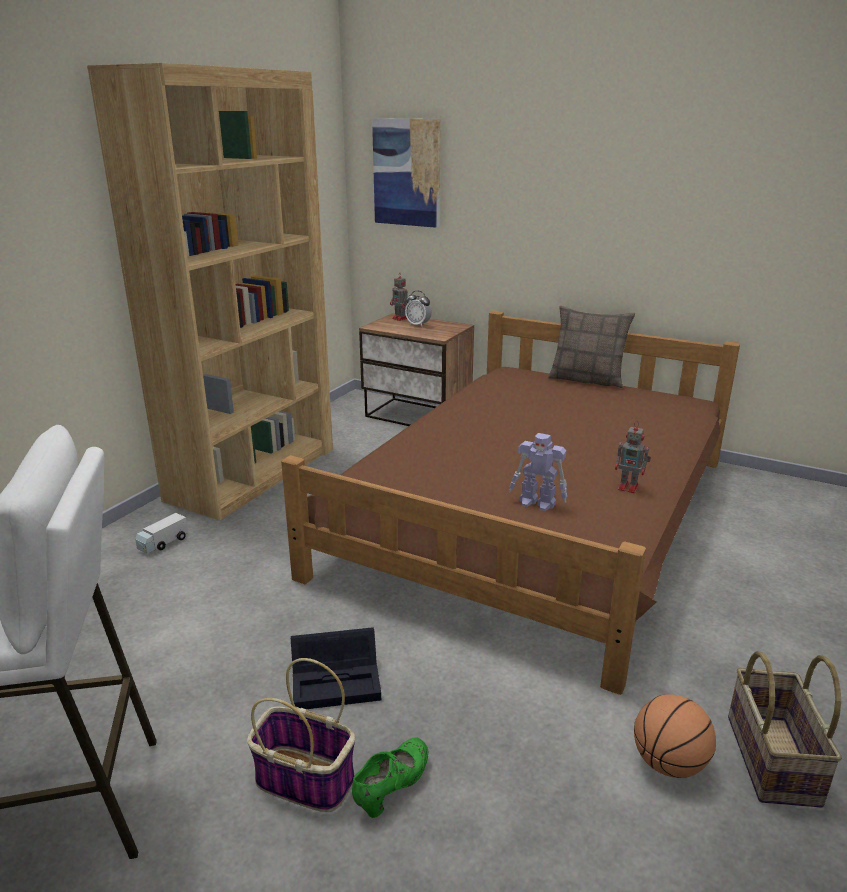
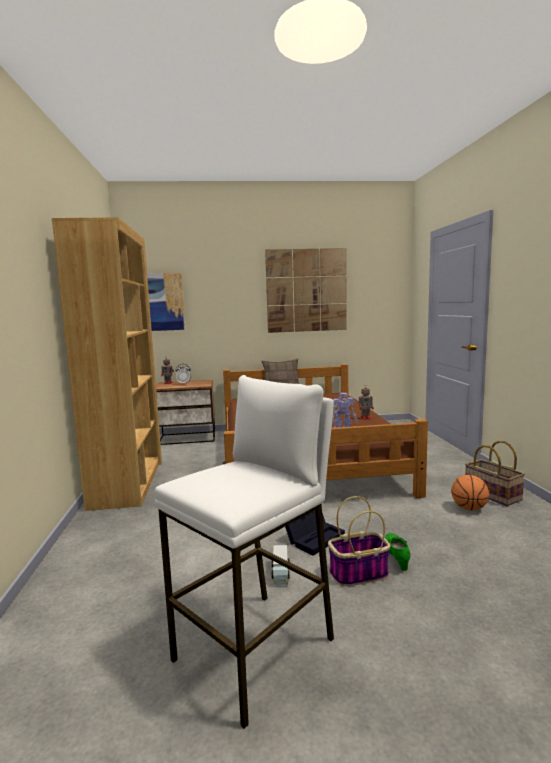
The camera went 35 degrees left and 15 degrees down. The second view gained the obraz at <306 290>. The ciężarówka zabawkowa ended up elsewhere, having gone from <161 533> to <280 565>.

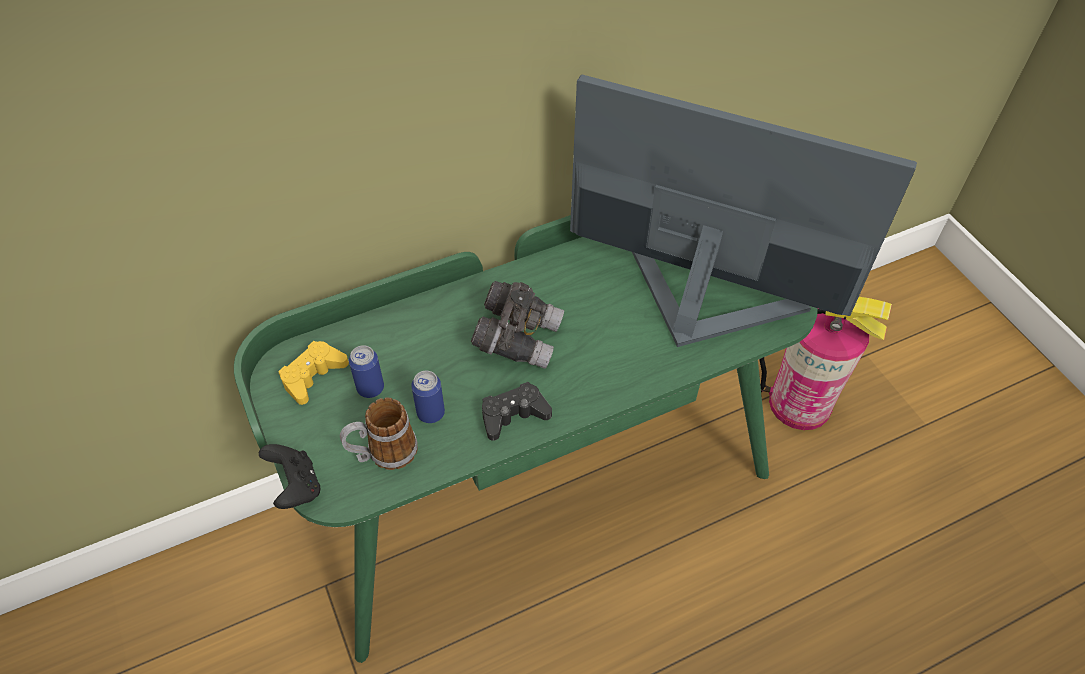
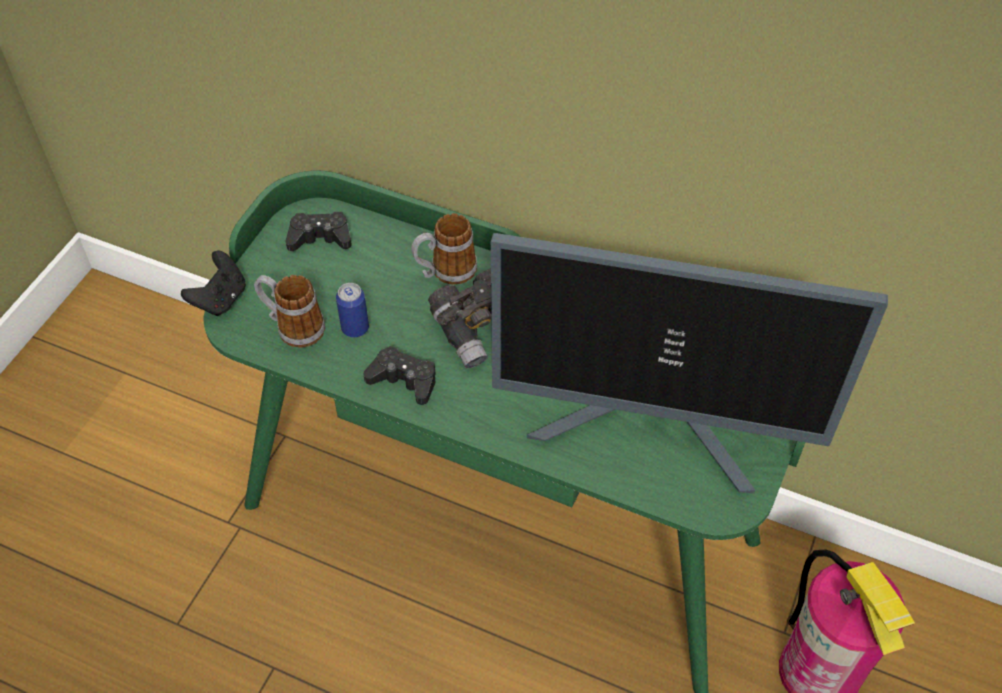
The camera went 50 degrees right and 0 degrees up. What was the pad do gier (żółty) at <314 373> turned into the pad do gier (czarny) at <319 231>. The second view gained the kubek at <444 249>. The monitor at <743 211> ended up facing another way, 120 degrees clockwise from before. The second view lost the puszka at <366 371>.

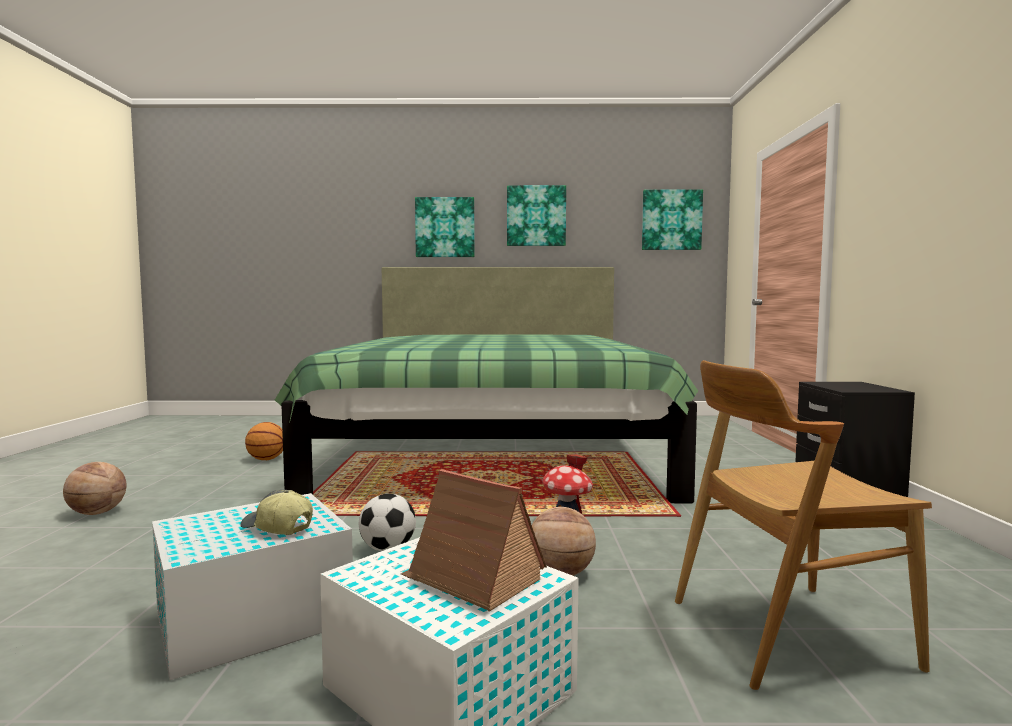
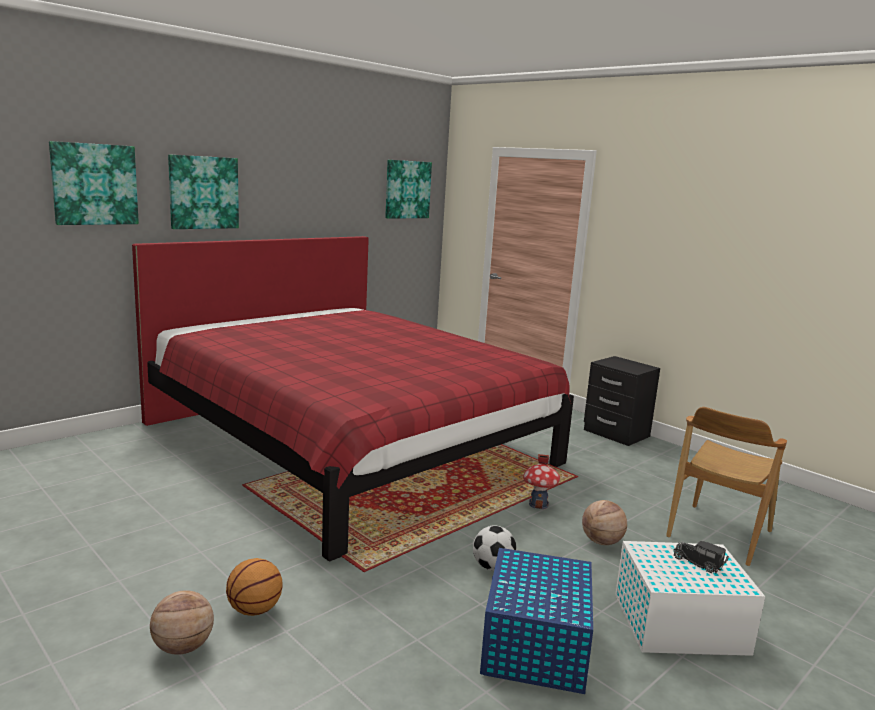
The camera went 45 degrees left and 10 degrees up. The obraz ended up elsewhere, having gone from <536 215> to <94 183>. What was the łóżko (zielony) at <486 385> turned into the łóżko (czerwony) at <353 399>. The piłka do koszykówki ended up elsewhere, having gone from <264 441> to <254 587>. What was the pojemnik do przechowywania (biały) at <252 586> turned into the pojemnik do przechowywania (niebieski) at <536 621>. Where the domek stood at <474 540>, the ciężarówka zabawkowa came to stand at <701 557>. The second view lost the czapka z daszkiem at <276 512>.

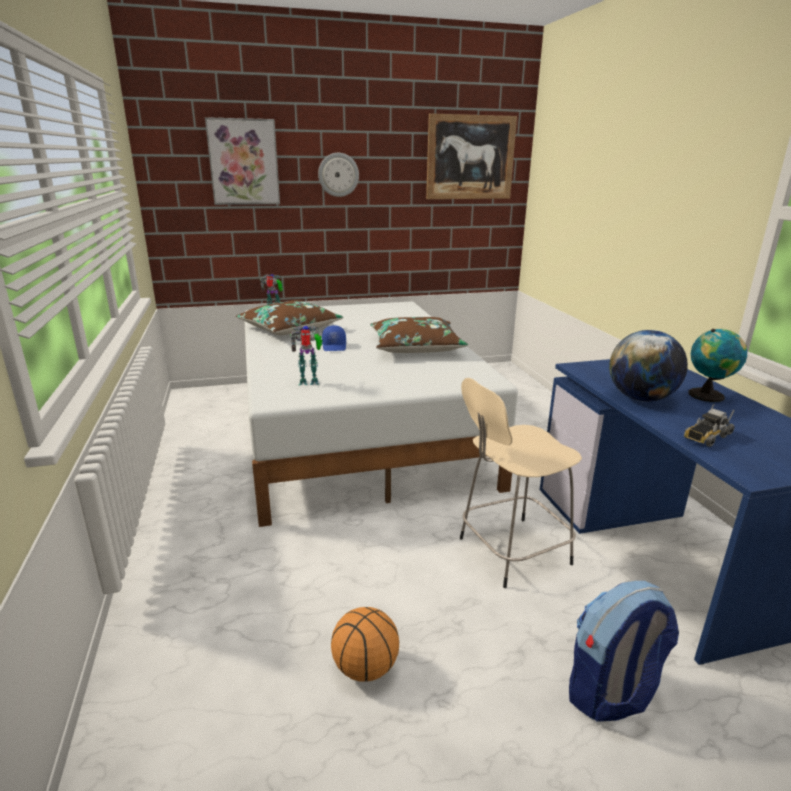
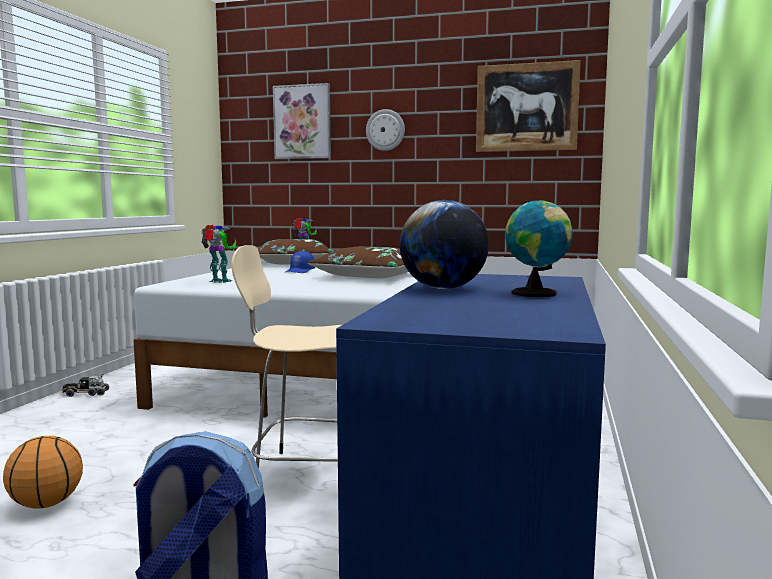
The camera went 30 degrees right and 15 degrees down. The ciężarówka zabawkowa ended up elsewhere, having gone from <709 425> to <85 385>.

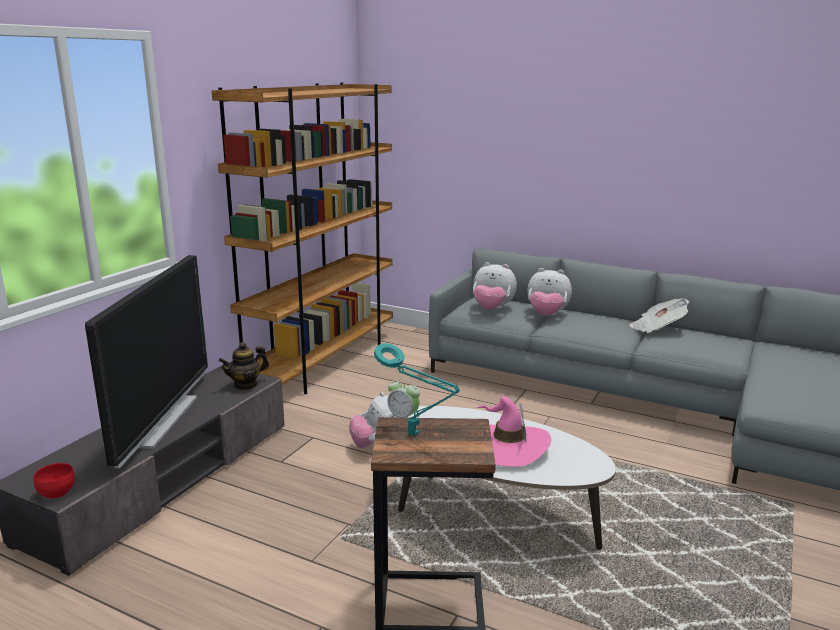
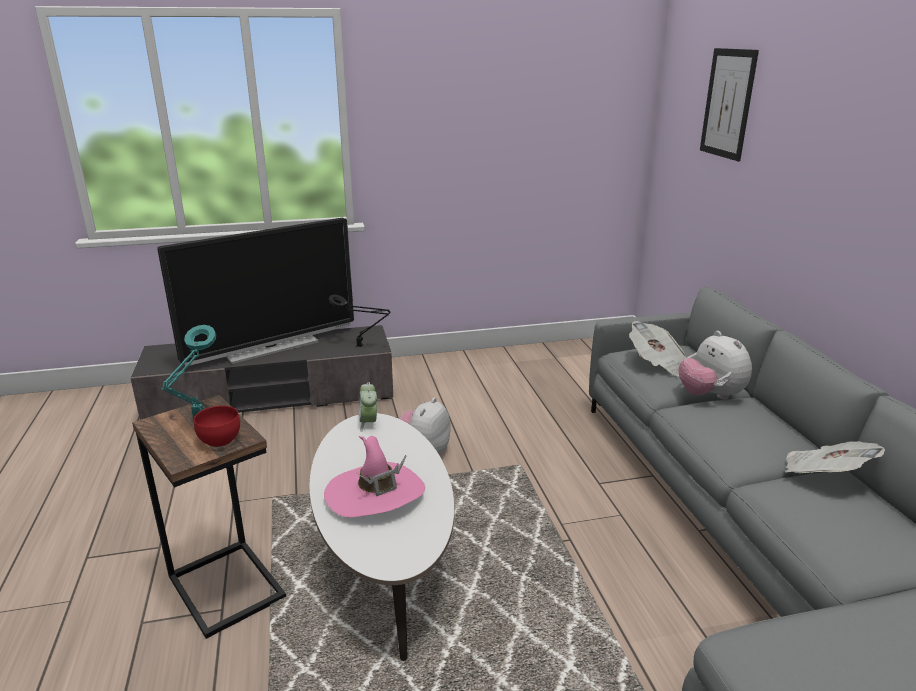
The camera went 50 degrees right and 5 degrees up. The miska (czerwony) ended up elsewhere, having gone from <54 481> to <217 426>. Where the imbryk stood at <244 366>, the lampa stołowa (czarny) came to stand at <359 321>. Where the pluszak stood at <495 285>, the gazeta came to stand at <658 349>. The second view gained the obraz at <729 105>. The second view lost the regał (brązowy) at <302 238>.

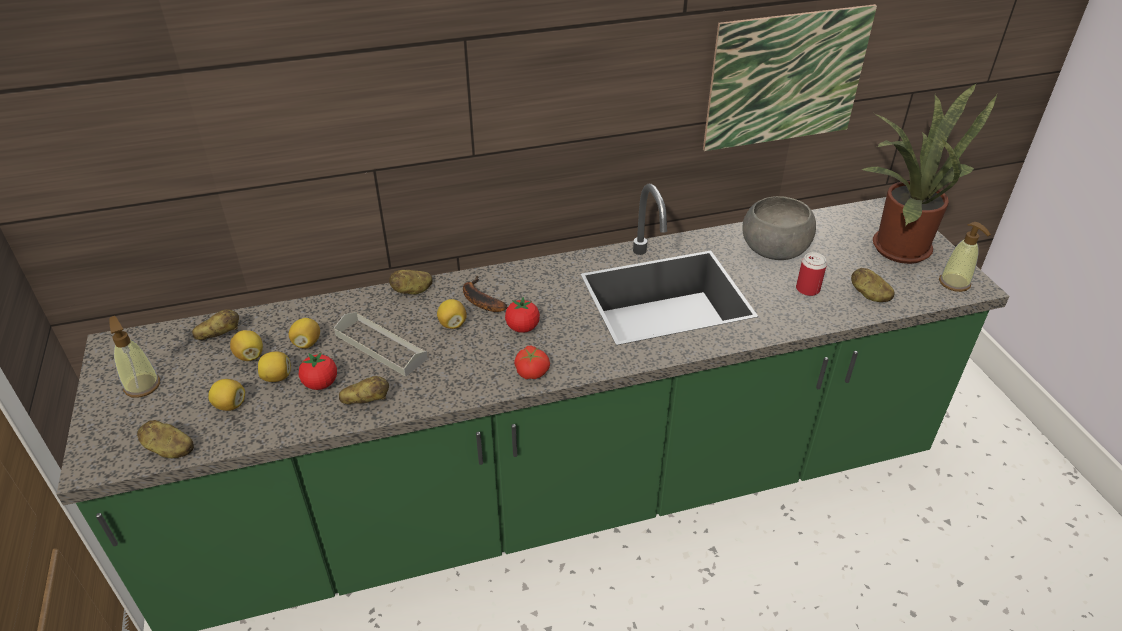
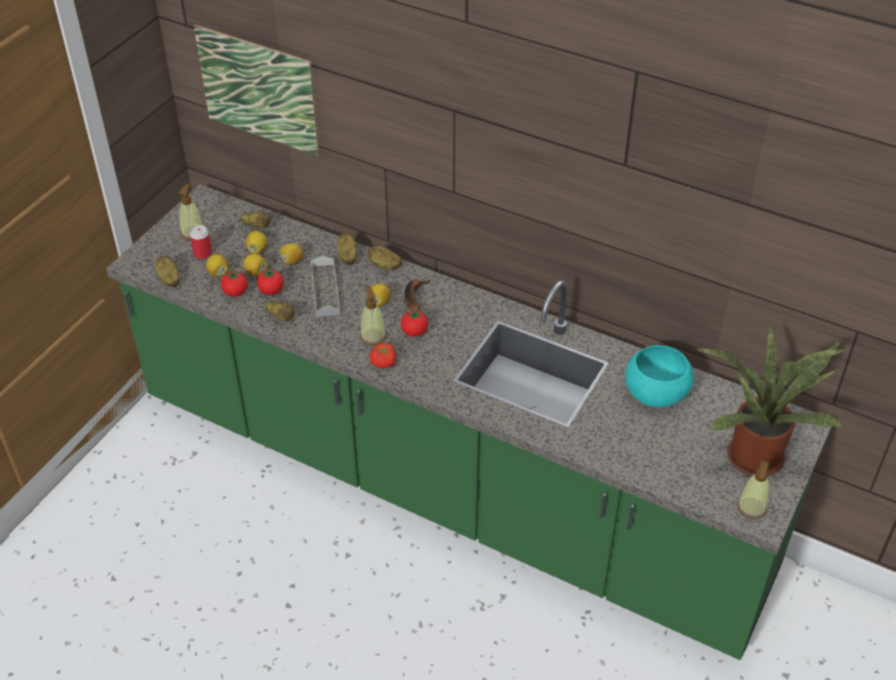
The camera went 45 degrees right and 5 degrees up. The puszka ended up elsewhere, having gone from <811 274> to <201 242>. The obraz ended up elsewhere, having gone from <790 77> to <257 90>. The second view gained the pomidor at <234 283>. The ziemniak ended up elsewhere, having gone from <872 285> to <347 249>. The second view gained the dozownik mydła at <373 315>. What was the miska (szary) at <779 228> turned into the miska (turkusowy) at <659 376>.

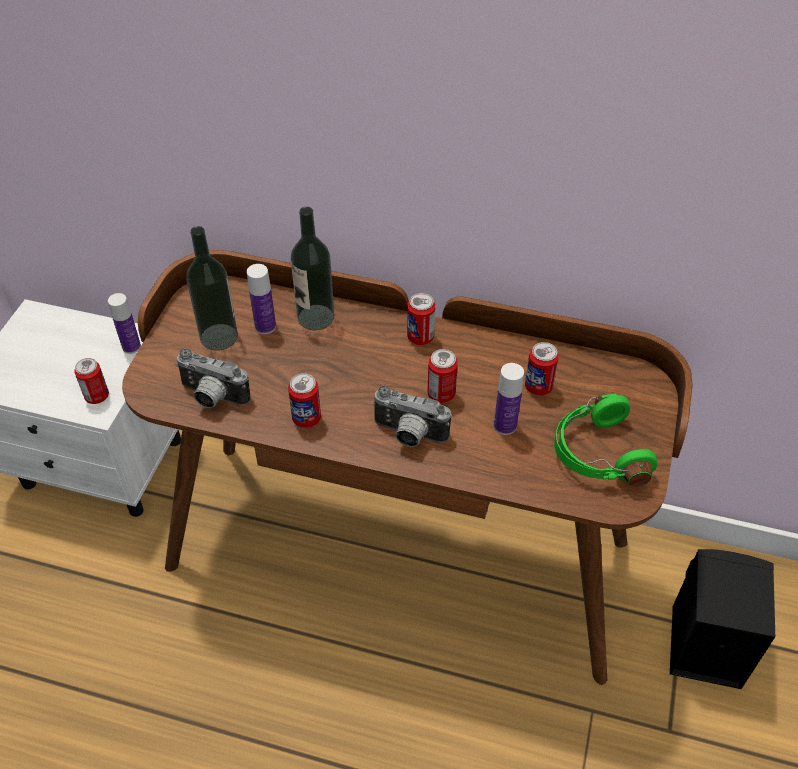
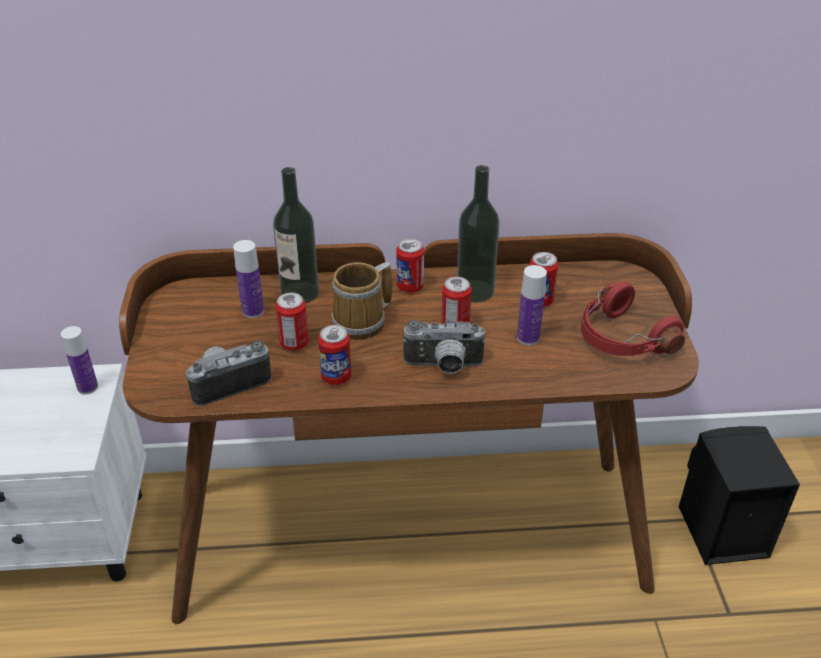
The camera went 20 degrees left and 10 degrees down. The aparat fotograficzny at <213 378> ended up facing another way, 150 degrees clockwise from before. The puszka ended up elsewhere, having gone from <91 381> to <292 321>. The second view gained the kubek at <362 301>. The butelka ended up elsewhere, having gone from <212 288> to <478 233>. What was the słuchawki (zielony) at <605 439> turned into the słuchawki (czerwony) at <633 318>.

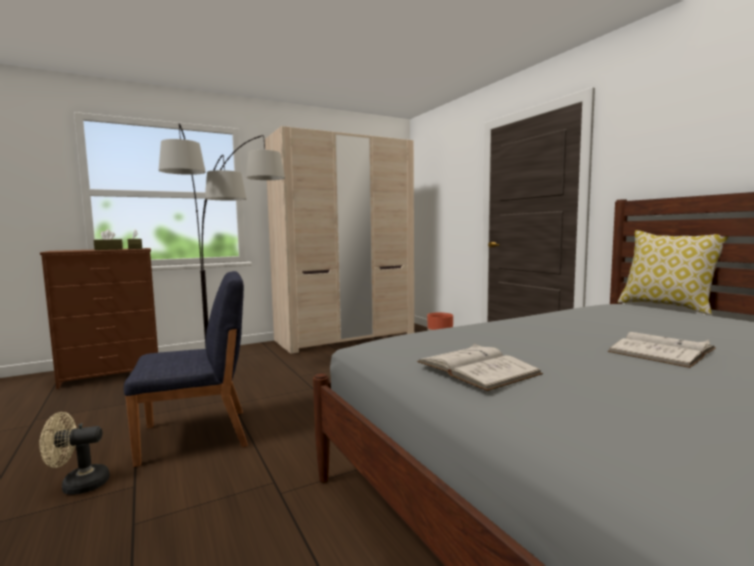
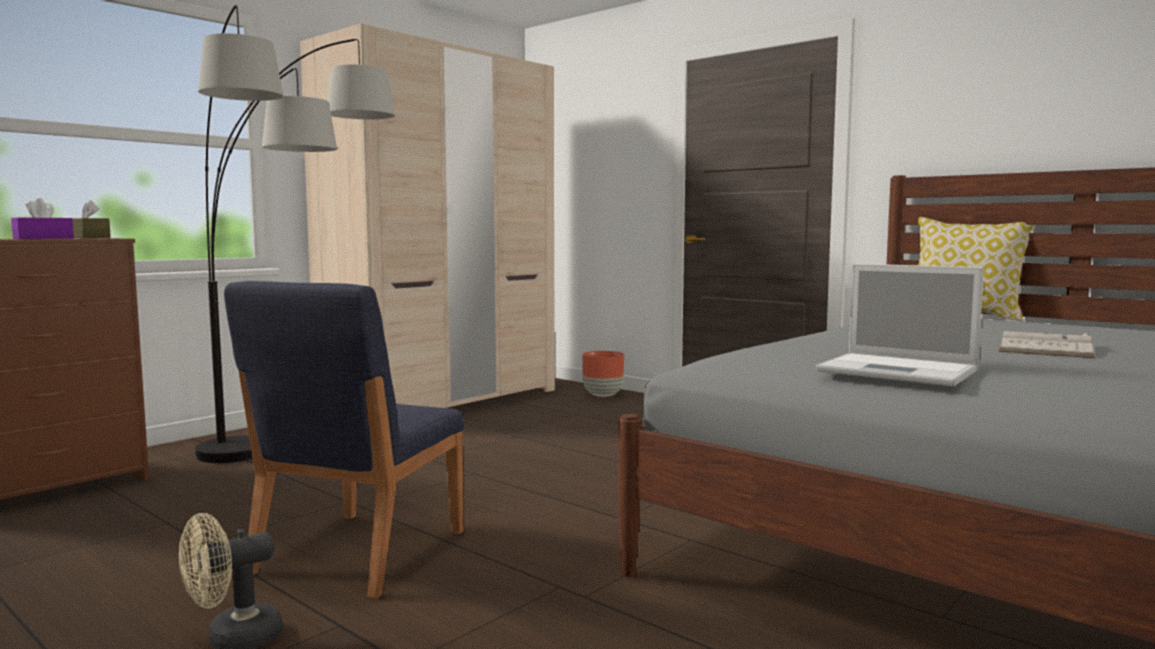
The camera went 20 degrees left and 0 degrees up. What was the pudełko chusteczek (brązowy) at <108 240> turned into the pudełko chusteczek (fioletowy) at <42 218>. The krzesło (niebieski) at <186 369> ended up facing another way, 150 degrees clockwise from before. Where the książka (biały) stood at <480 367>, the laptop came to stand at <900 325>.

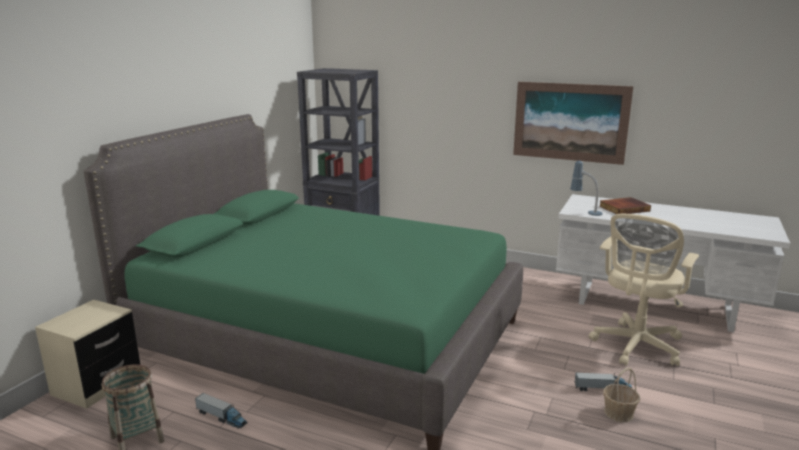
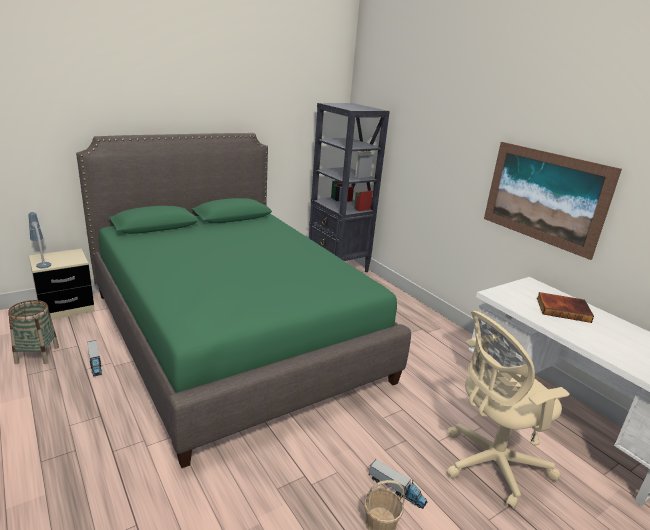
The camera went 30 degrees right and 5 degrees up. The lampa stołowa ended up elsewhere, having gone from <586 188> to <39 240>.

